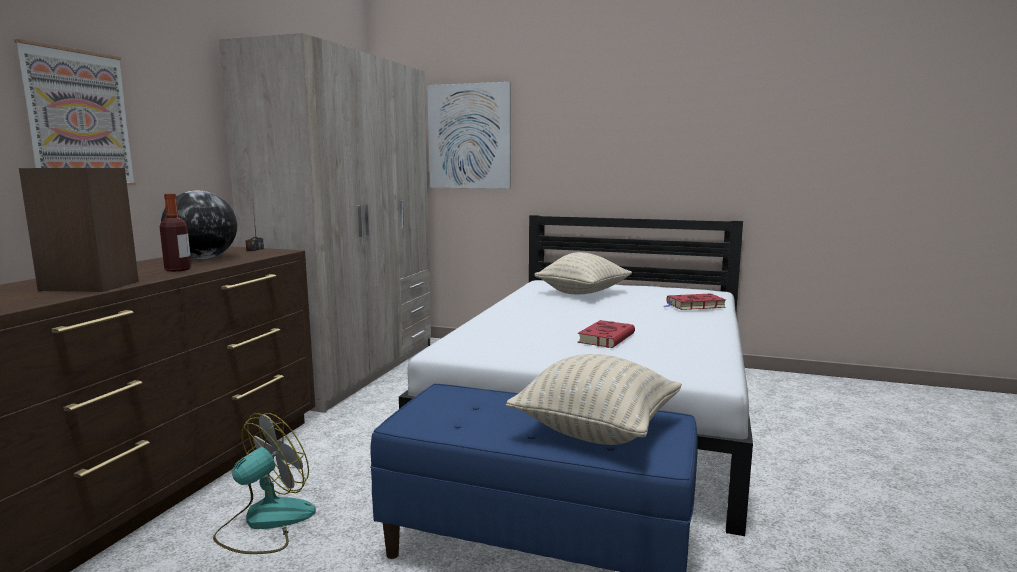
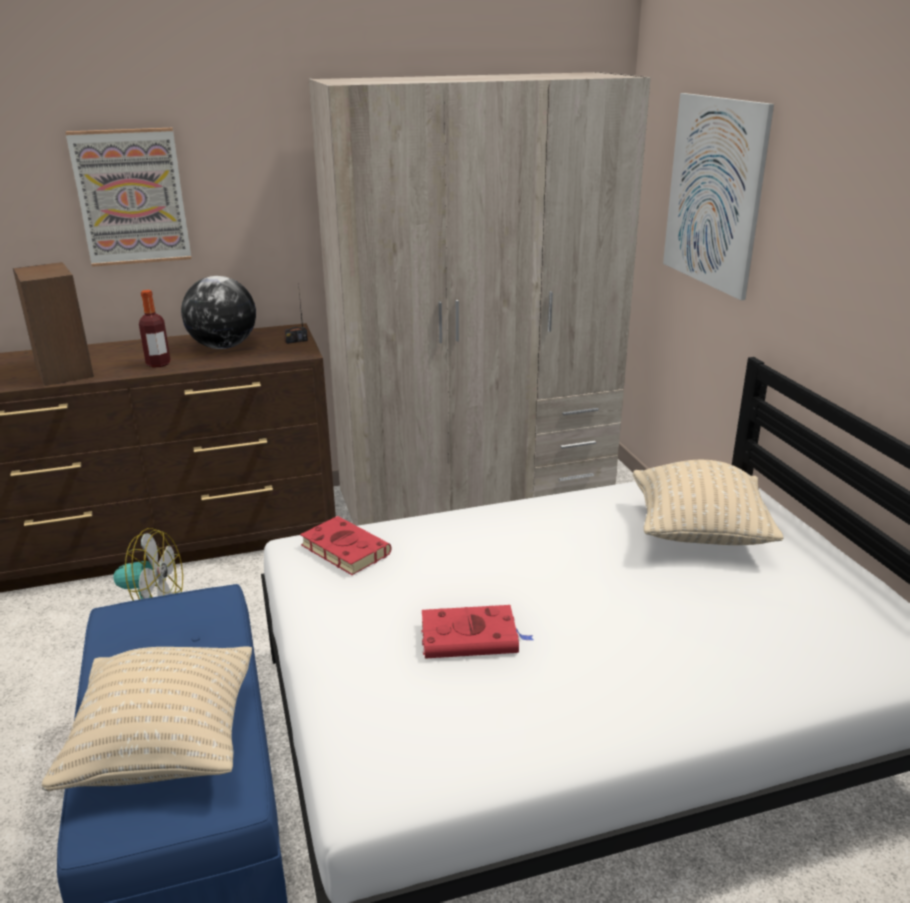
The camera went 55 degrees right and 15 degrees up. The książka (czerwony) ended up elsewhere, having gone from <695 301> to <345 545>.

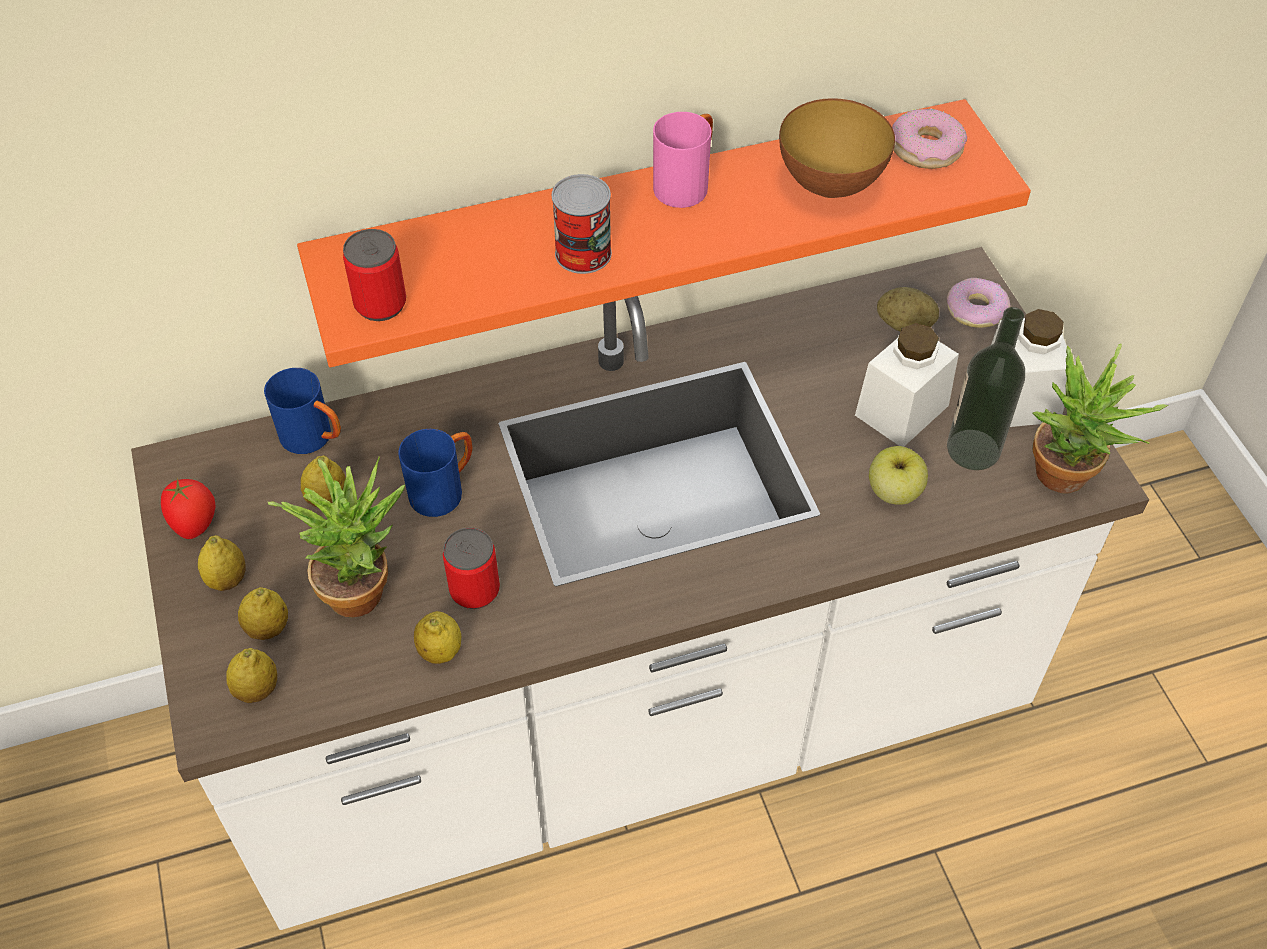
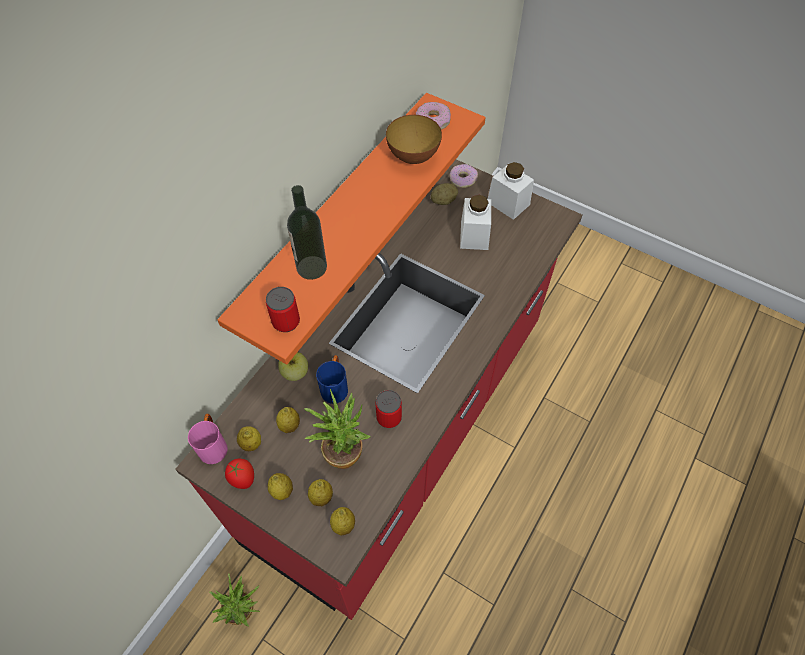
The camera went 40 degrees left and 5 degrees up. What was the zabudowa kuchenna (biały) at <640 588> turned into the zabudowa kuchenna (czerwony) at <378 389>. The kubek (różowy) ended up elsewhere, having gone from <683 160> to <208 439>. The roślina doniczkowa ended up elsewhere, having gone from <1100 419> to <234 599>. The cytryna ended up elsewhere, having gone from <437 637> to <249 438>. The jabłko ended up elsewhere, having gone from <898 475> to <293 366>. The butelka ended up elsewhere, having gone from <986 388> to <307 232>. The second view lost the kubek (niebieski) at <302 411>. The second view lost the puszka at <582 224>.

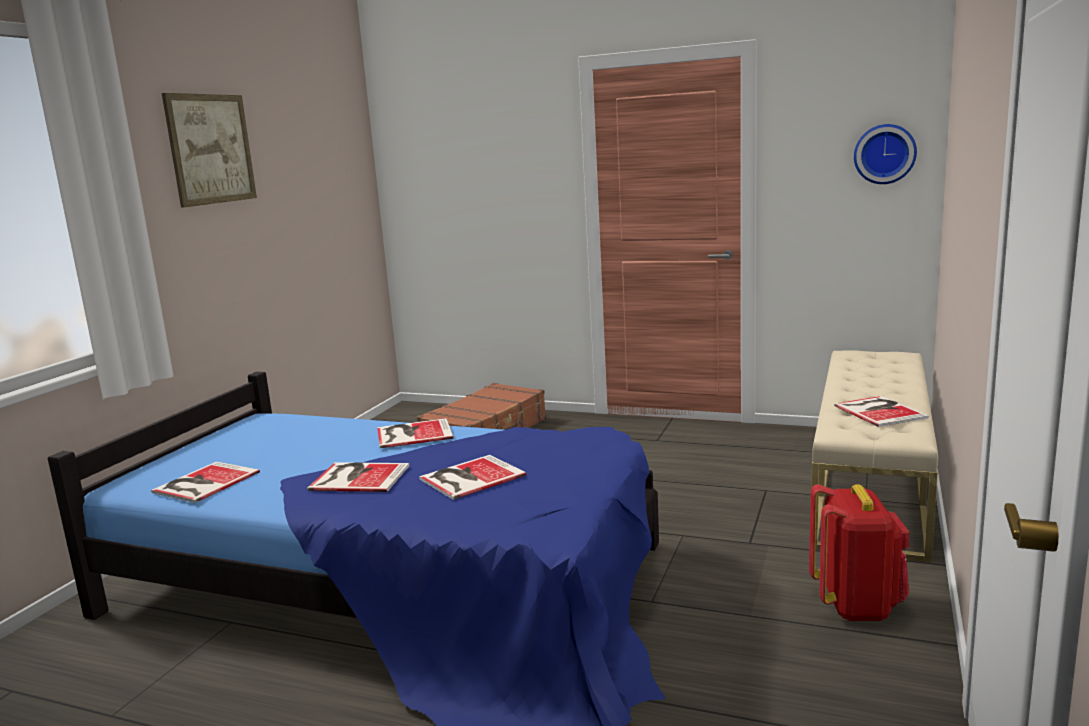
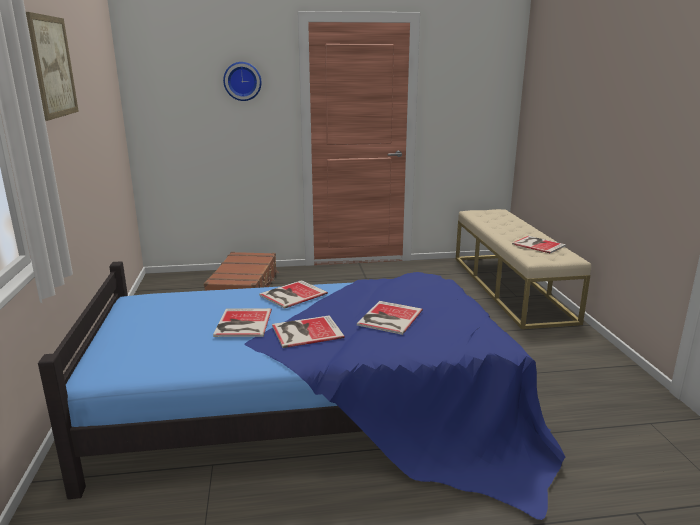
The camera went 30 degrees left and 5 degrees up. The książka ended up elsewhere, having gone from <205 482> to <242 322>. The zegar ścienny ended up elsewhere, having gone from <885 154> to <242 81>. The second view lost the plecak (czerwony) at <859 552>.

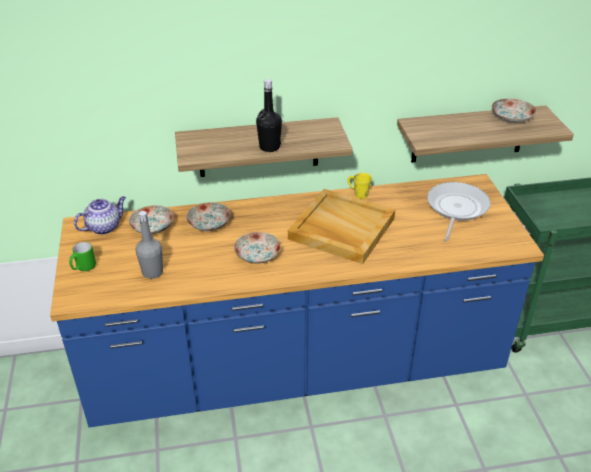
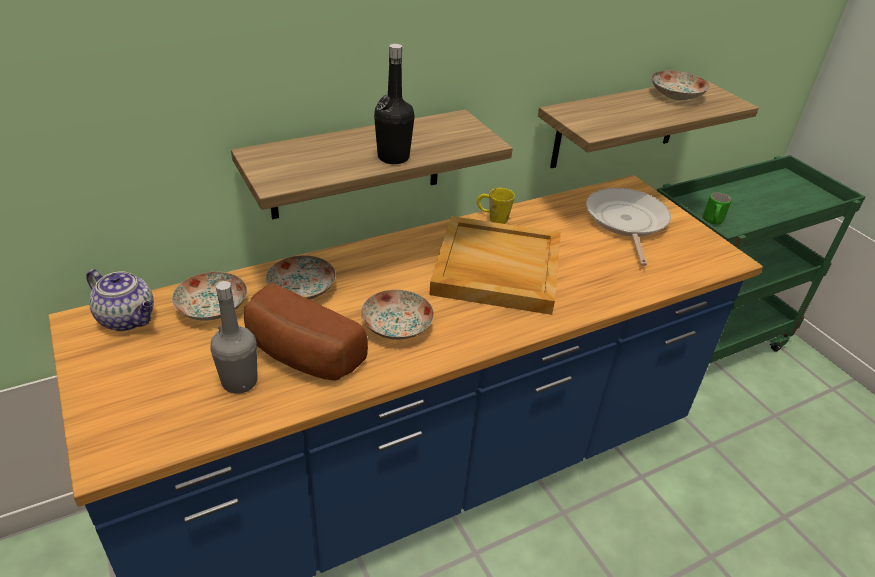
The camera went 20 degrees left and 0 degrees up. The imbryk at <100 215> ended up facing another way, 90 degrees clockwise from before. The second view gained the chleb at <306 332>. The kubek (zielony) ended up elsewhere, having gone from <82 256> to <717 208>.

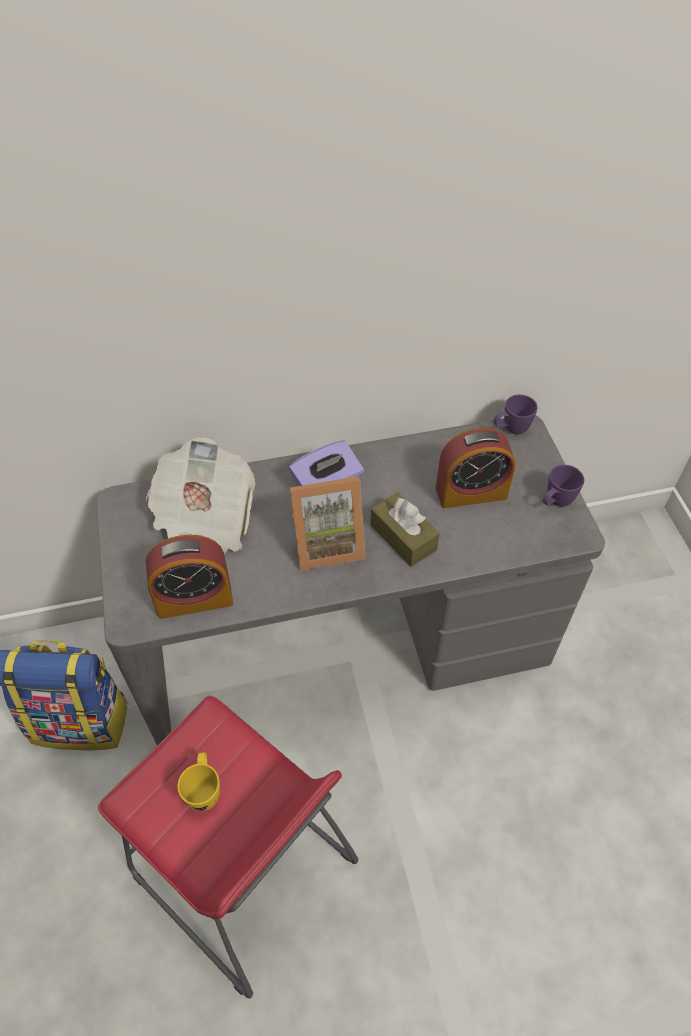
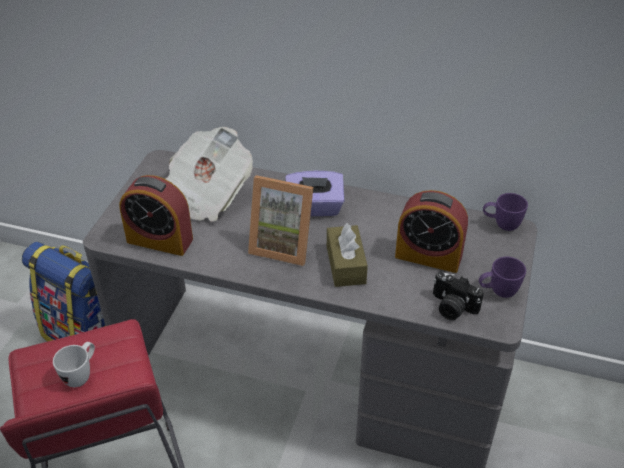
The camera went 30 degrees right and 10 degrees down. What was the kubek (żółty) at <198 781> turned into the kubek (biały) at <74 364>. The second view gained the aparat fotograficzny at <458 296>.

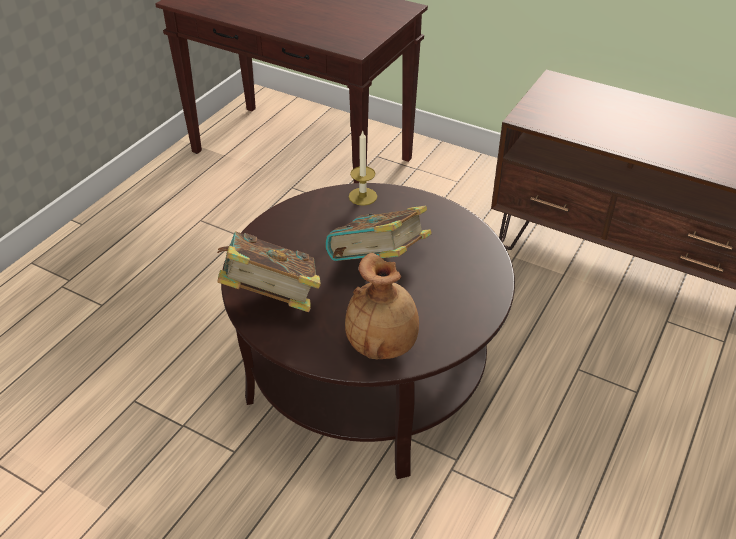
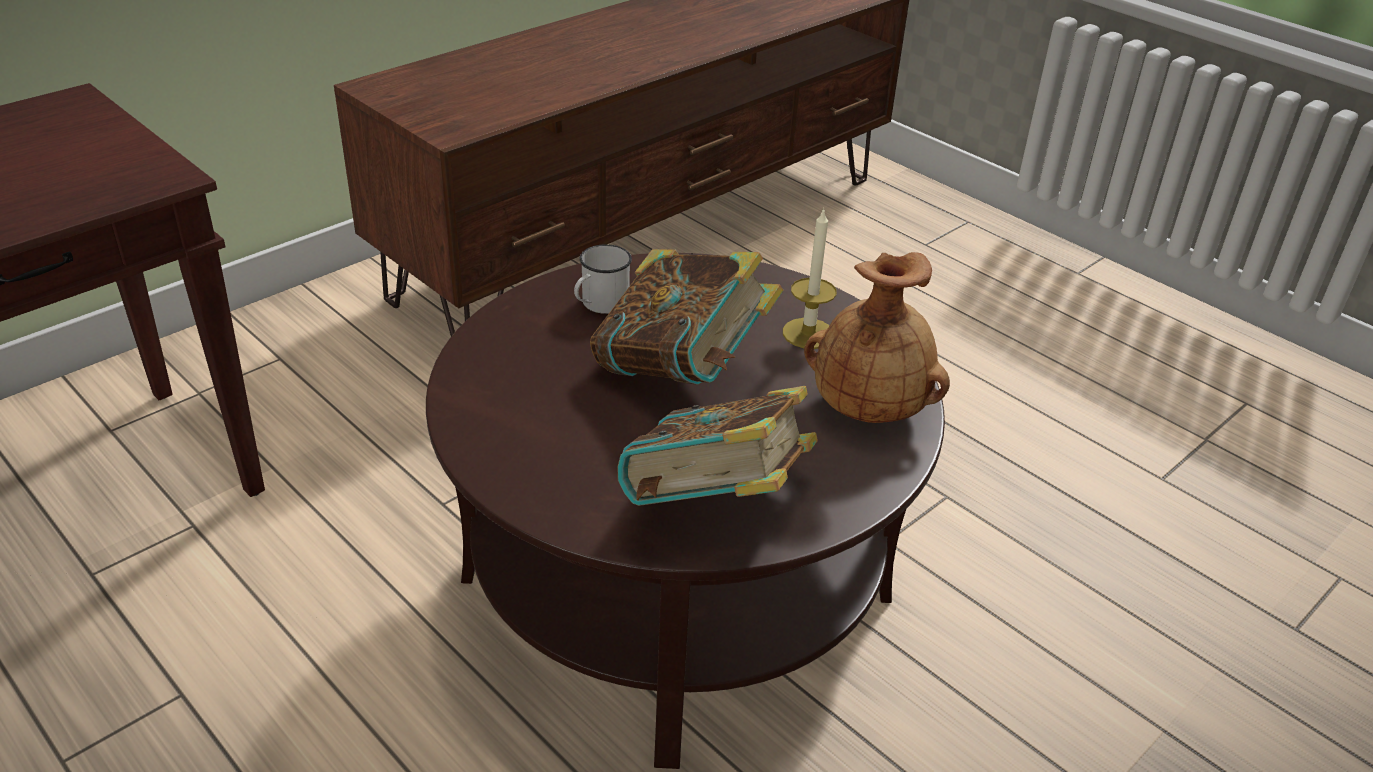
The camera went 75 degrees left and 5 degrees down. The second view gained the kubek (biały) at <603 279>. The świeca ended up elsewhere, having gone from <363 168> to <810 278>.

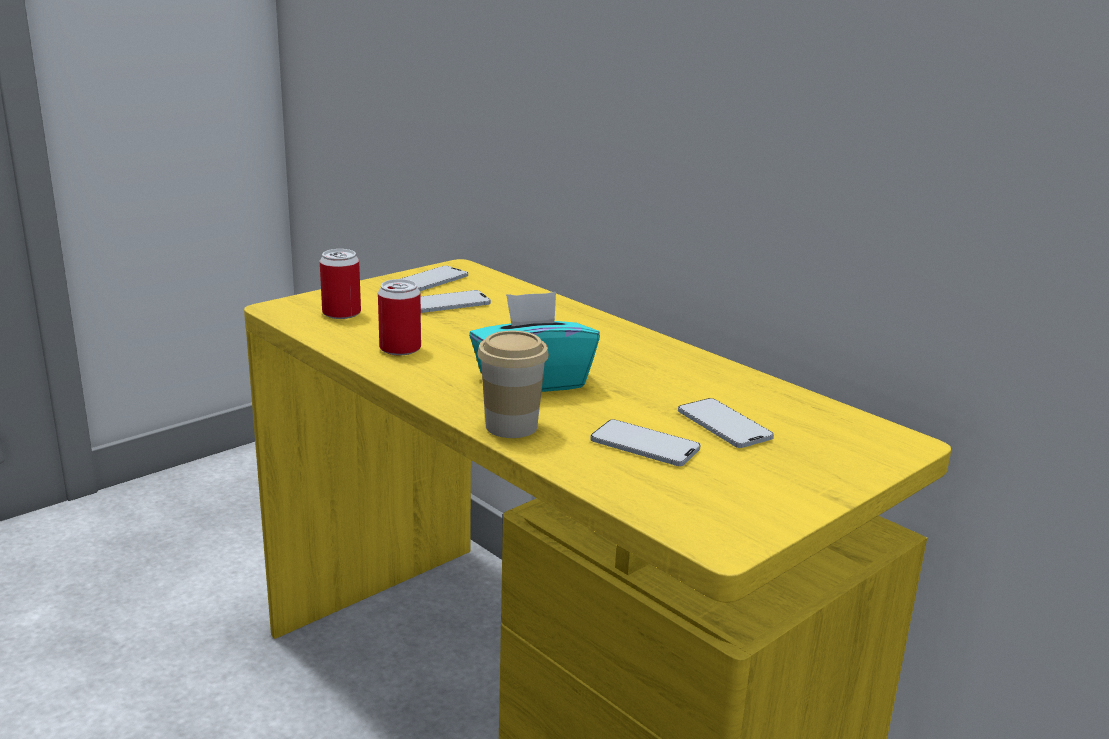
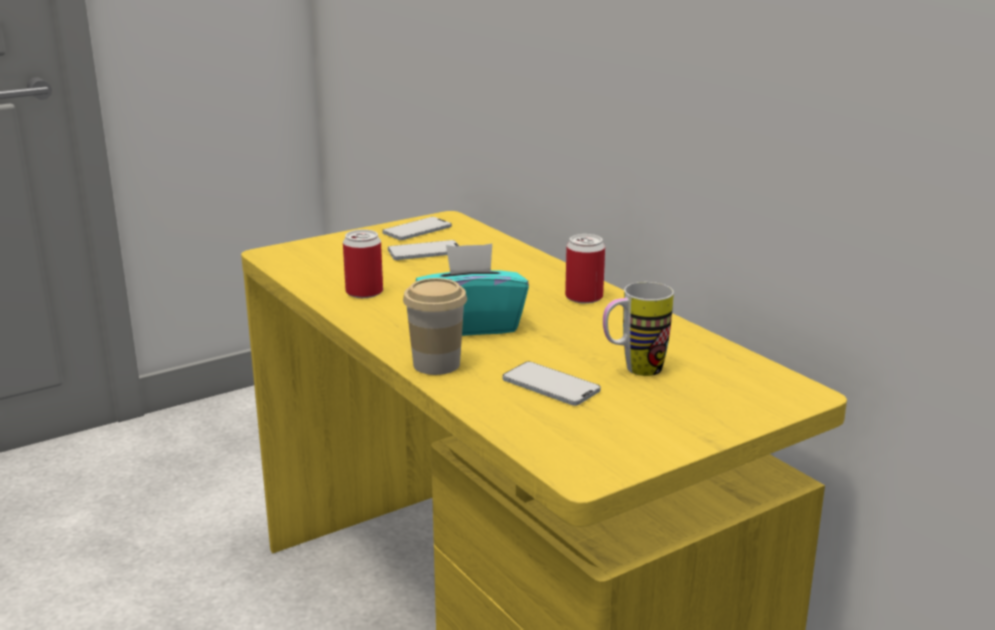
The camera went 10 degrees right and 0 degrees up. The puszka ended up elsewhere, having gone from <340 284> to <585 269>. Where the telefon stood at <726 423>, the kubek came to stand at <638 329>.

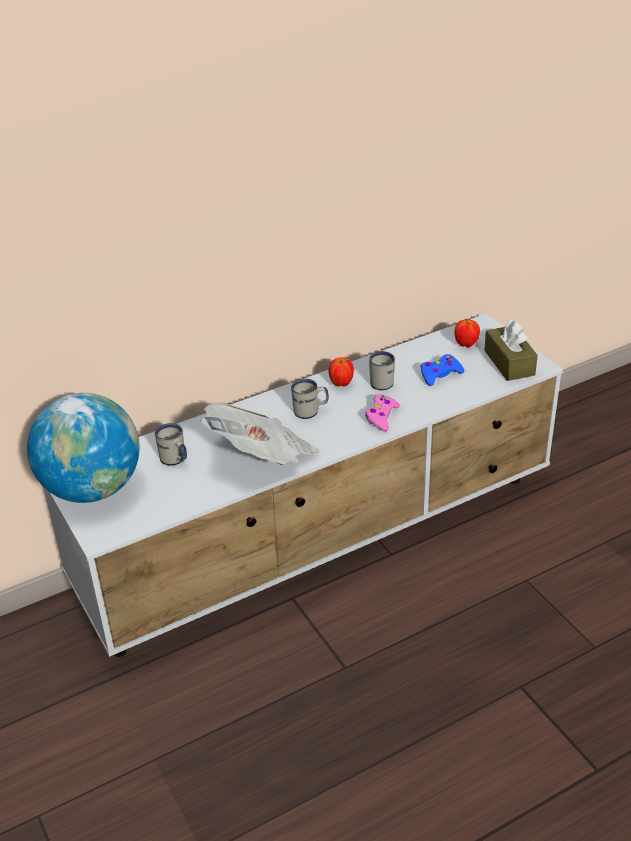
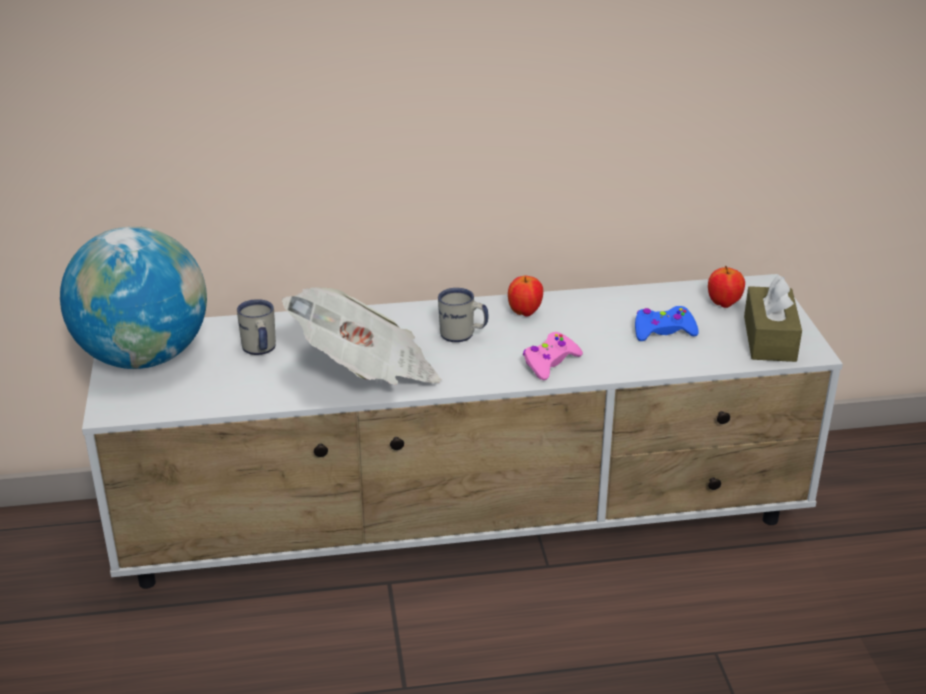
The camera went 20 degrees right and 5 degrees down. The second view lost the kubek (biały) at <382 370>.

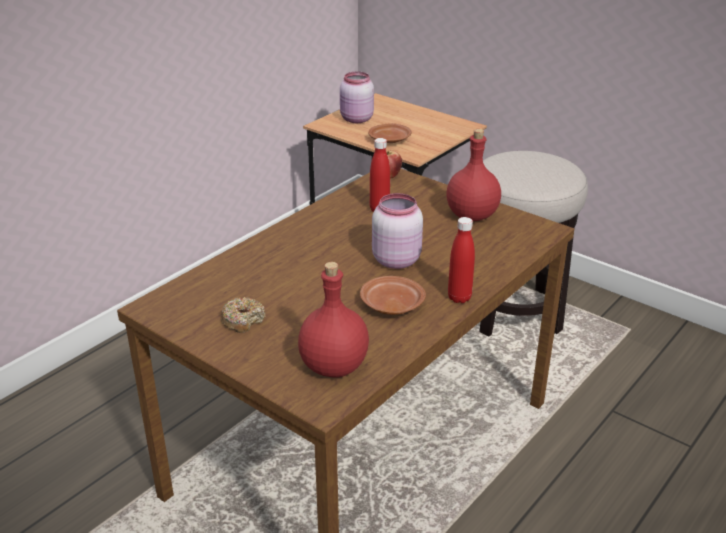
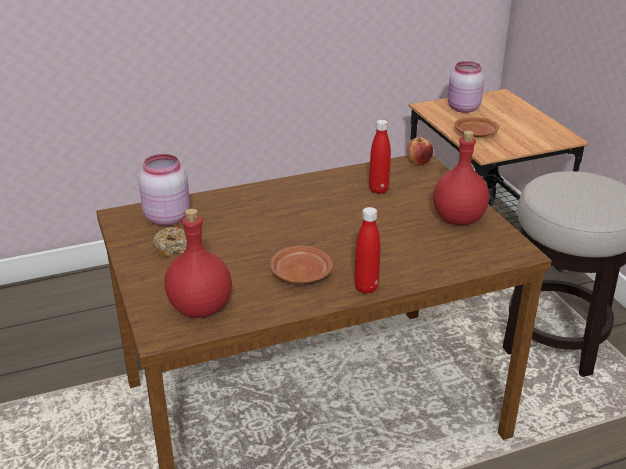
The camera went 30 degrees right and 0 degrees up. The słoik (różowy) ended up elsewhere, having gone from <397 231> to <164 189>.

